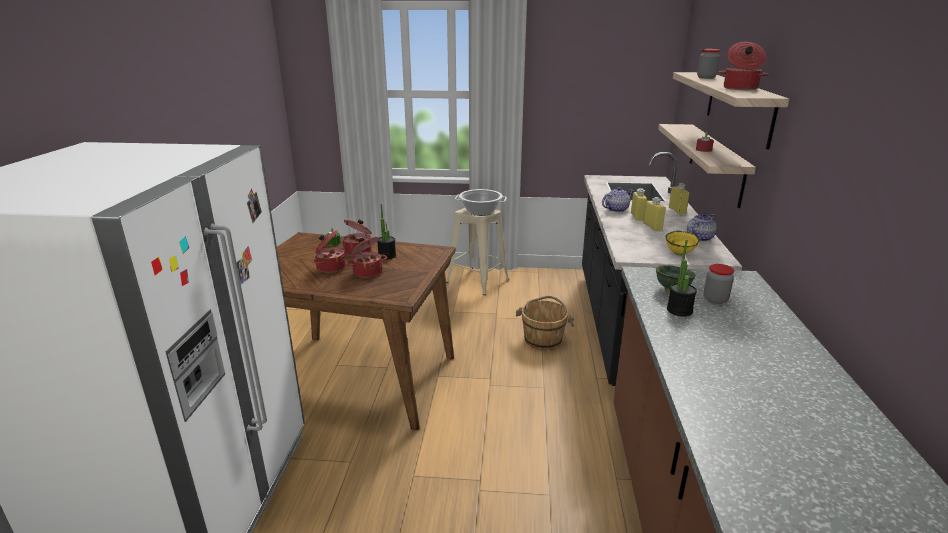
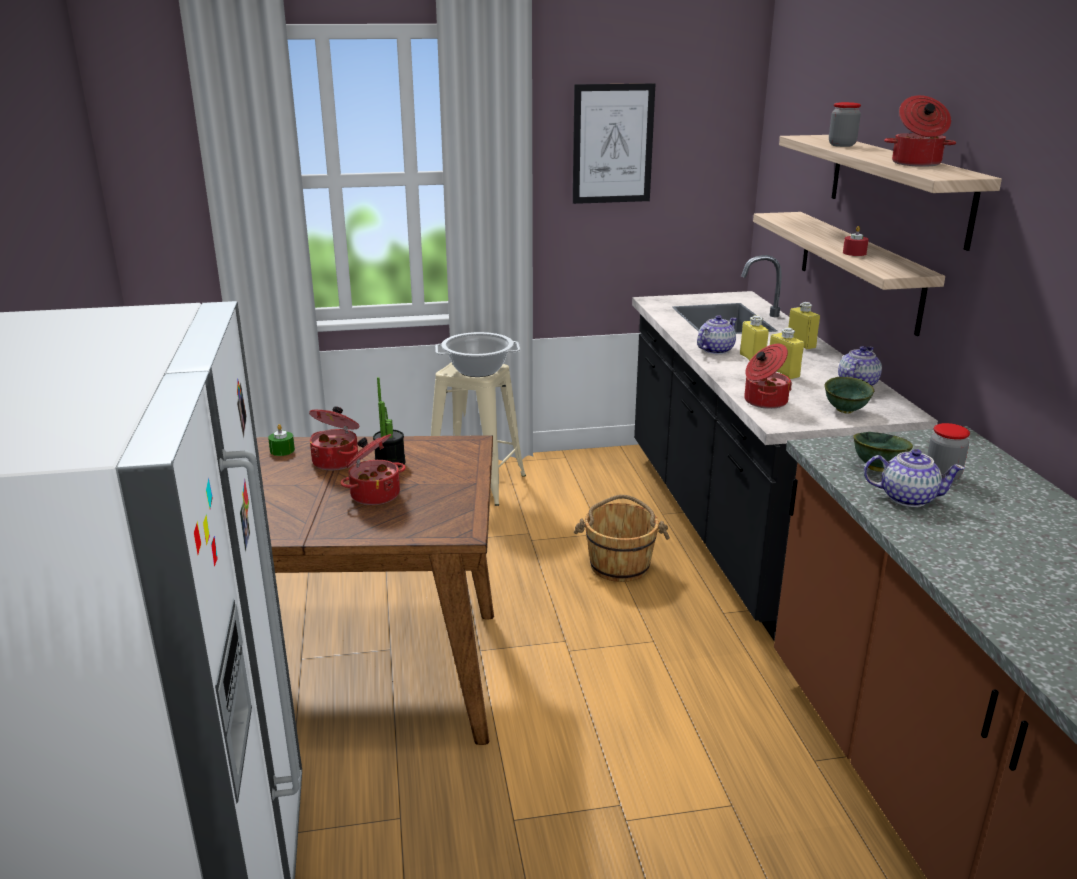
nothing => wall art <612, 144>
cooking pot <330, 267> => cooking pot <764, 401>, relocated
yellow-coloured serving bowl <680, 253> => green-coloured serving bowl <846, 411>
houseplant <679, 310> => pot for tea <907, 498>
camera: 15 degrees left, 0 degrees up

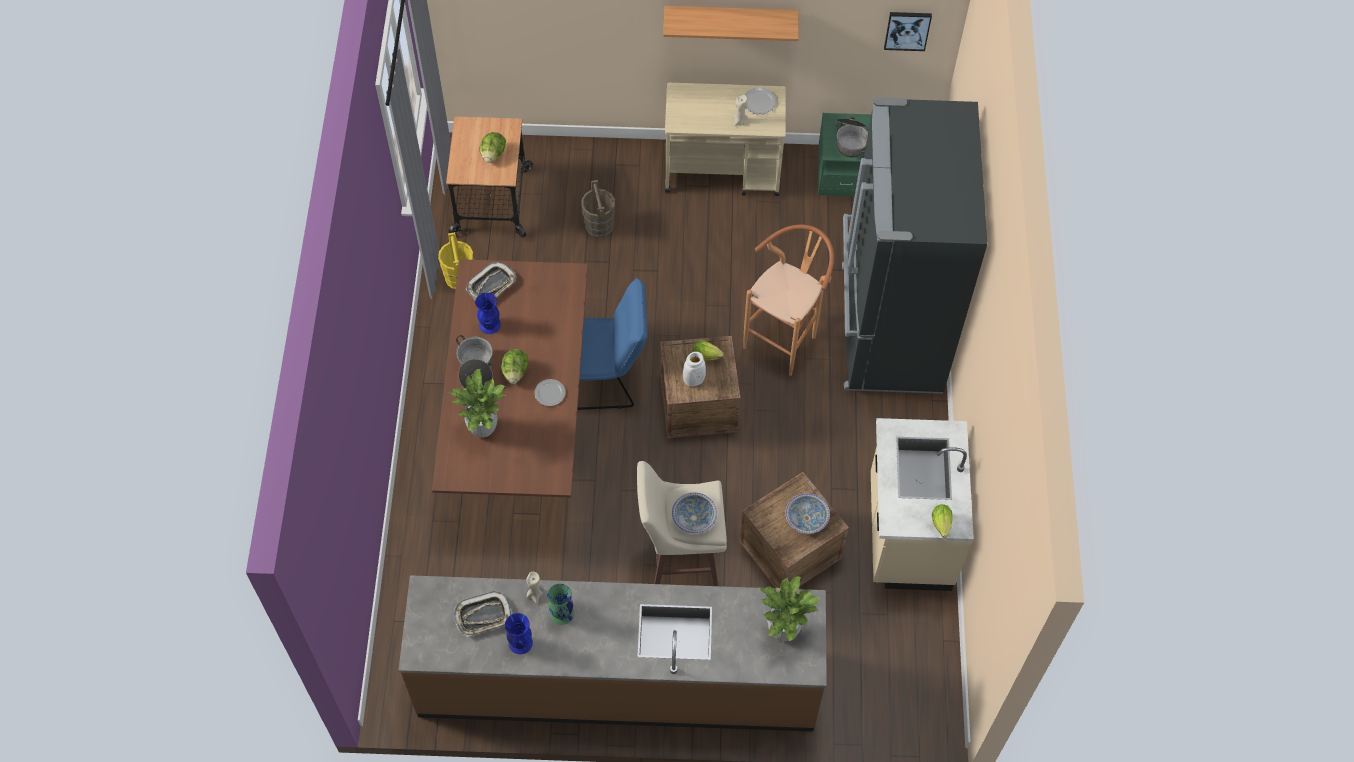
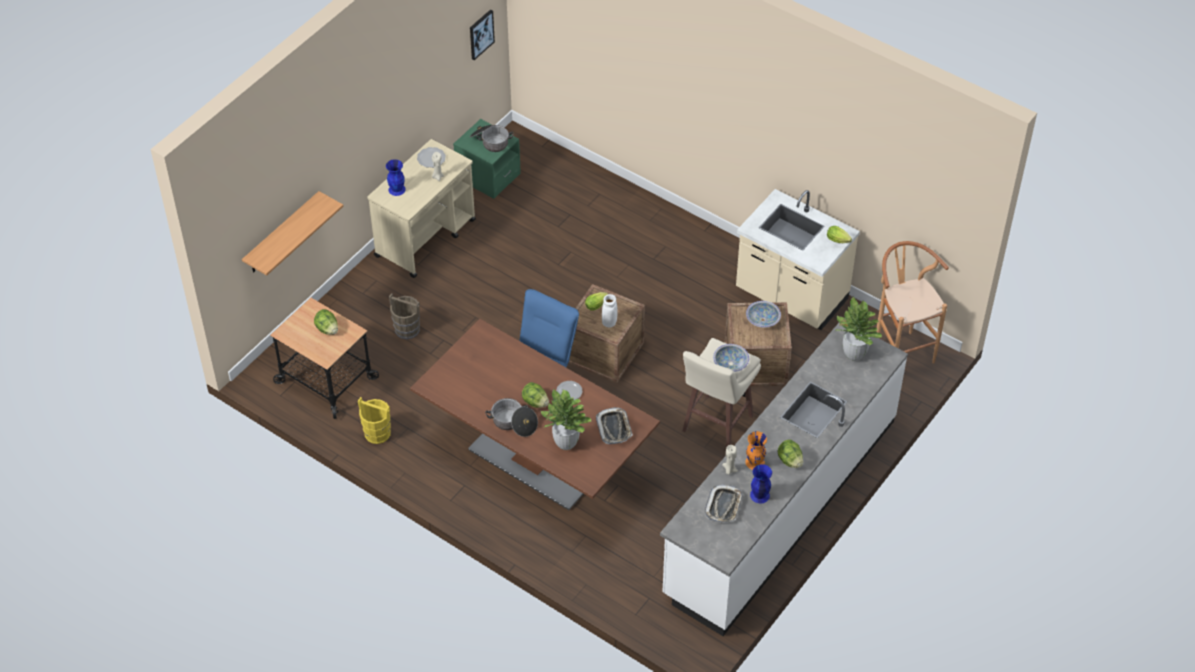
shelf <730, 19> => shelf <282, 234>, relocated
bluish vase <490, 325> => bluish vase <397, 189>, relocated
carrying tray <491, 285> => carrying tray <614, 428>, relocated
brown-coloured kitchen base unit <617, 680> => white-coloured kitchen base unit <780, 506>
green-coloured vase <561, 614> => orange vase <755, 462>
nothing => head of lettuce <790, 461>
brown-coloured stool seat <785, 338> => brown-coloured stool seat <900, 349>, relocated
black-coloured refrigerator <888, 329> => nothing
camera: 55 degrees left, 10 degrees down

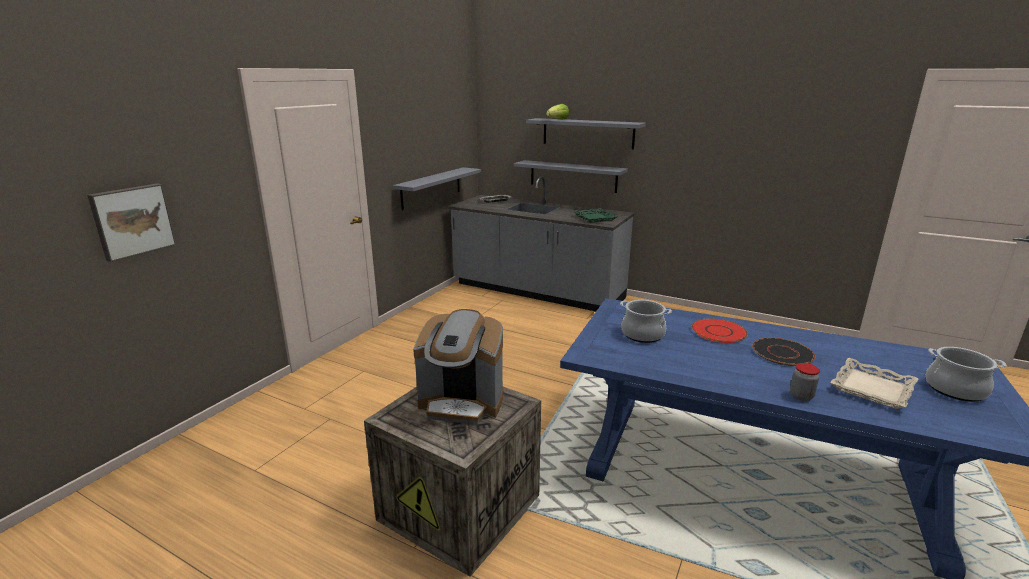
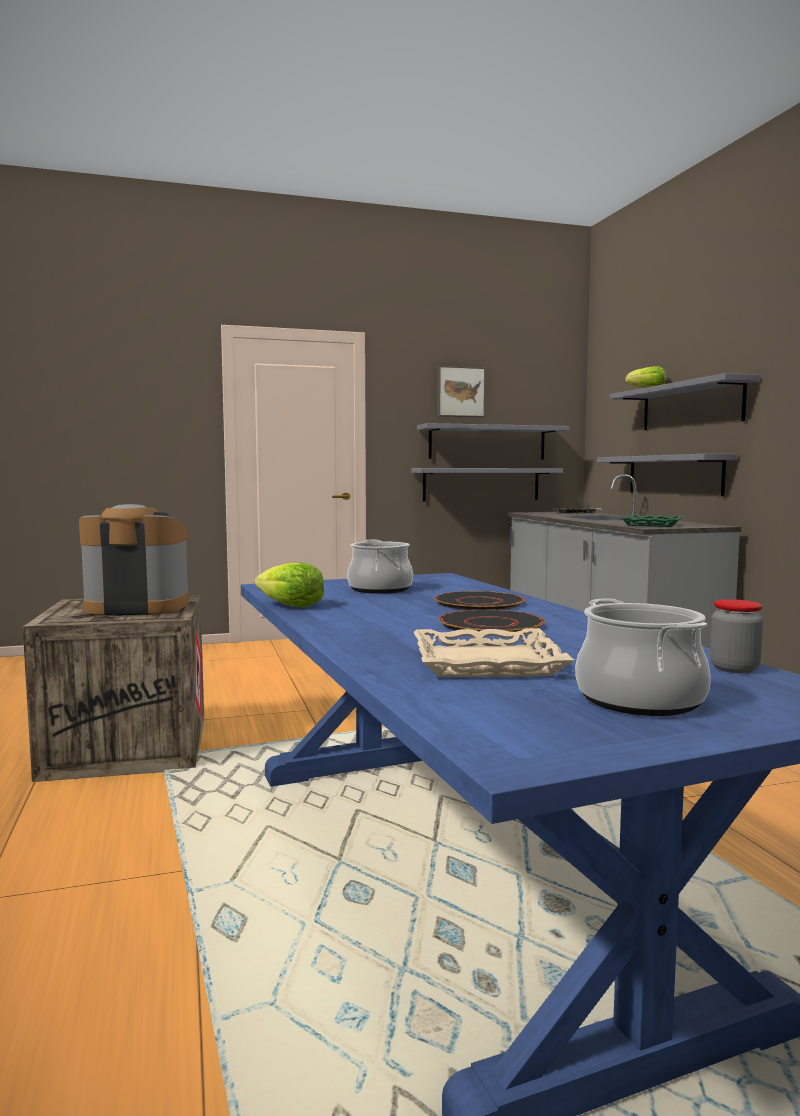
coffee brewer <462, 403> => coffee brewer <137, 607>, 120 degrees clockwise
nothing => head of lettuce <291, 606>
nothing => greyish shelf <487, 442>
red-coloured plate <719, 332> => black-coloured plate <478, 603>
wall art <132, 221> => wall art <460, 392>, relocated
preserve jar <801, 396> => preserve jar <734, 668>, relocated
camera: 45 degrees right, 15 degrees down

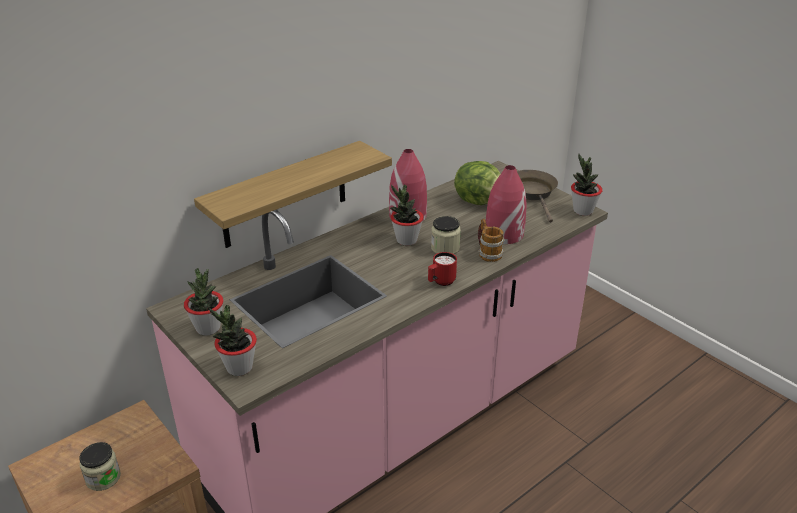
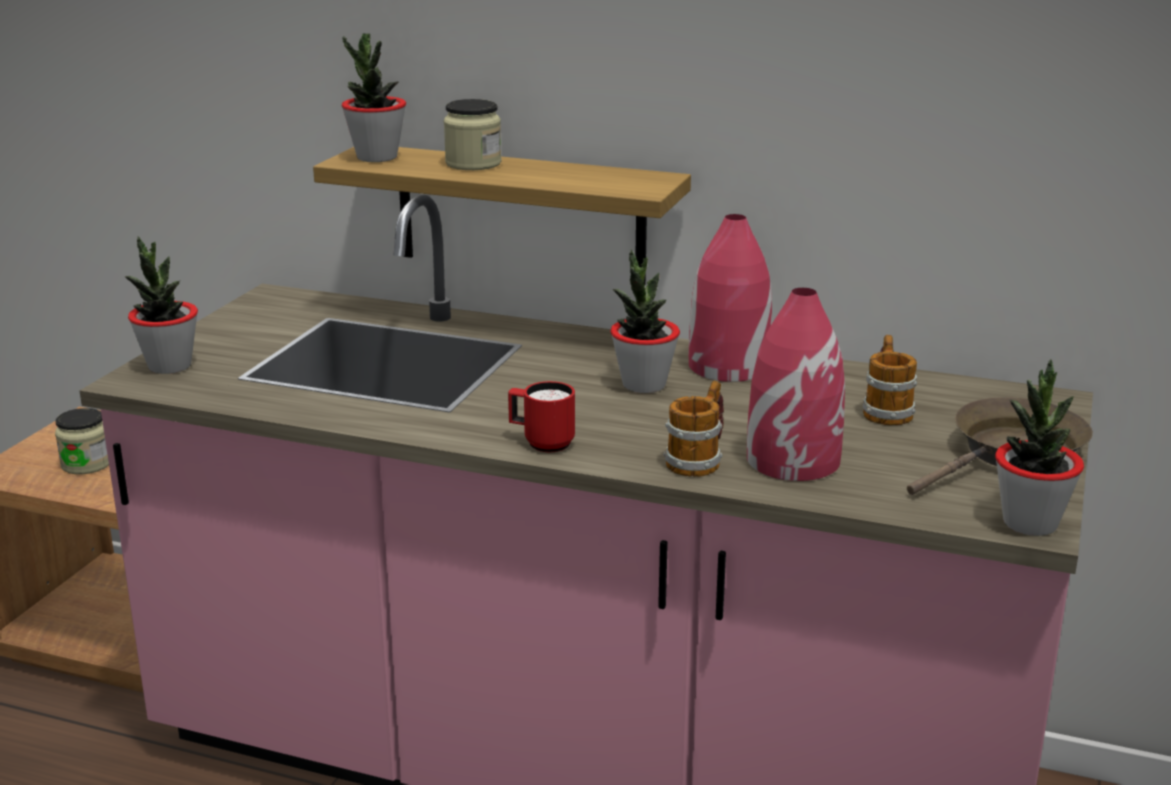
houseplant <208, 328> => houseplant <376, 157>, relocated
preserve jar <445, 248> => preserve jar <473, 163>, relocated
head of lettuce <479, 201> => coffee mug <886, 410>
camera: 60 degrees right, 10 degrees down

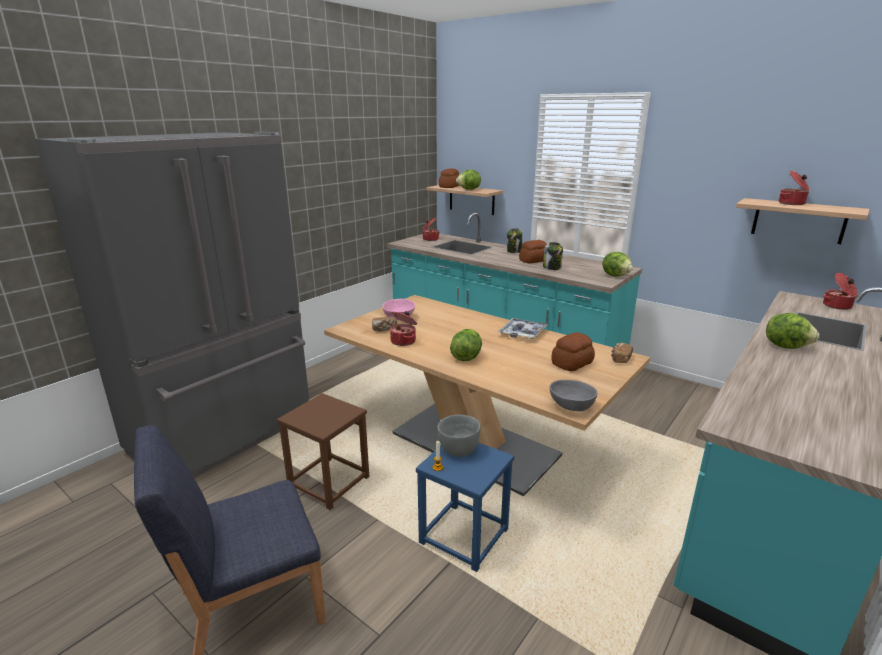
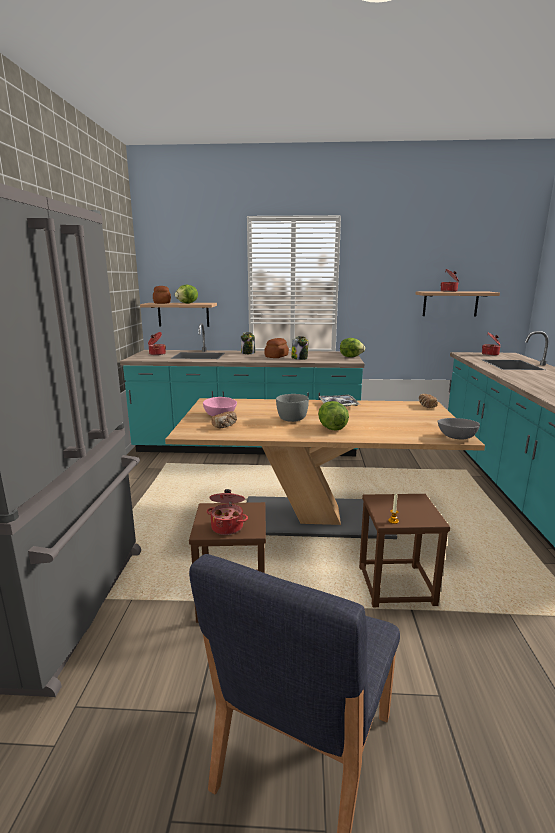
cooking pot <404, 341> => cooking pot <227, 527>, relocated
greyish serving bowl <458, 450> => greyish serving bowl <291, 419>, relocated
bluish stool seat <463, 537> => brown-coloured stool seat <396, 586>
baked bread <573, 363> => nothing
head of lettuce <786, 346> => nothing
camera: 35 degrees left, 5 degrees down

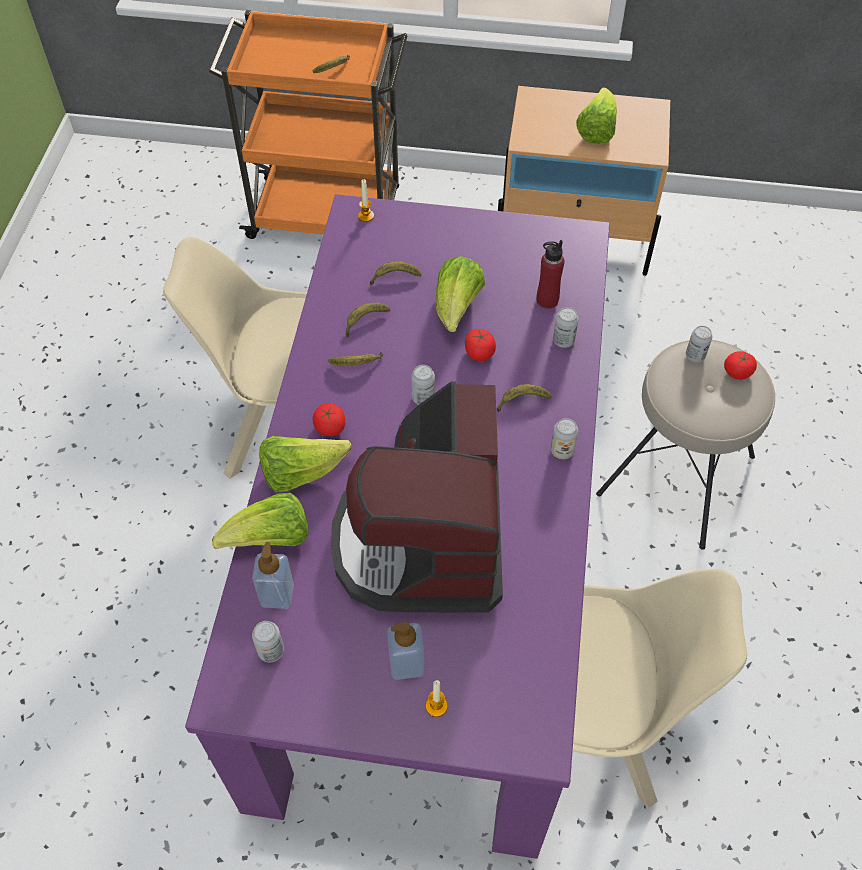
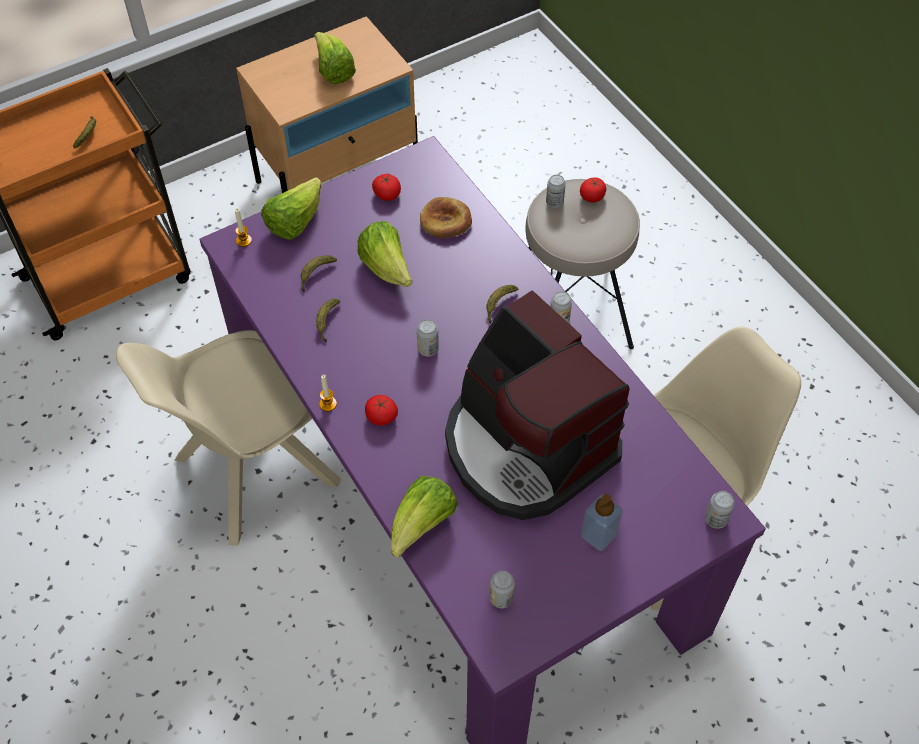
head of lettuce <301, 473> => head of lettuce <295, 222>, relocated
wax light <436, 706> => wax light <328, 404>, relocated
tomato <479, 352> => tomato <387, 194>, relocated
red-coloured bottle <547, 300> => baked bread <445, 221>
sealed can <563, 340> => sealed can <715, 519>, relocated
soap dispenser <277, 594> => nothing
banana <357, 364> => nothing
camera: 40 degrees left, 0 degrees up

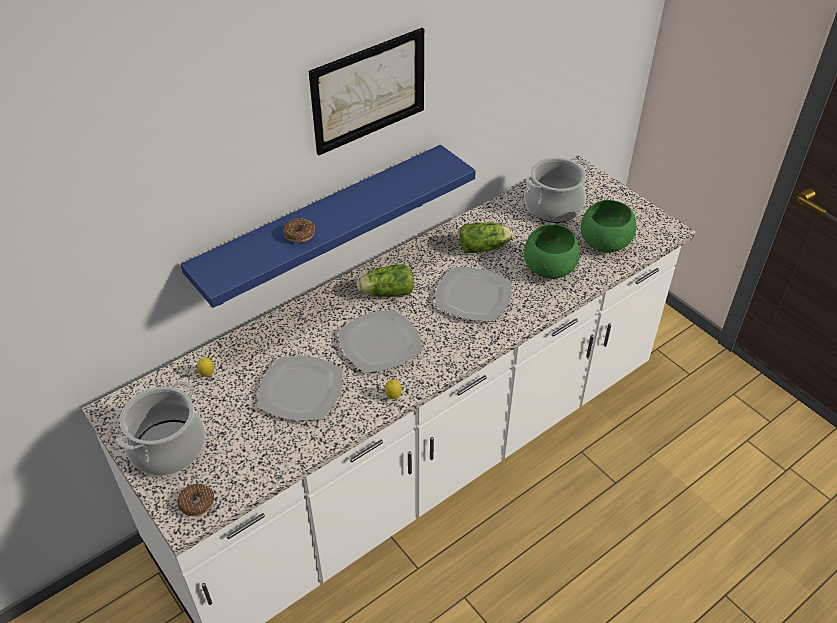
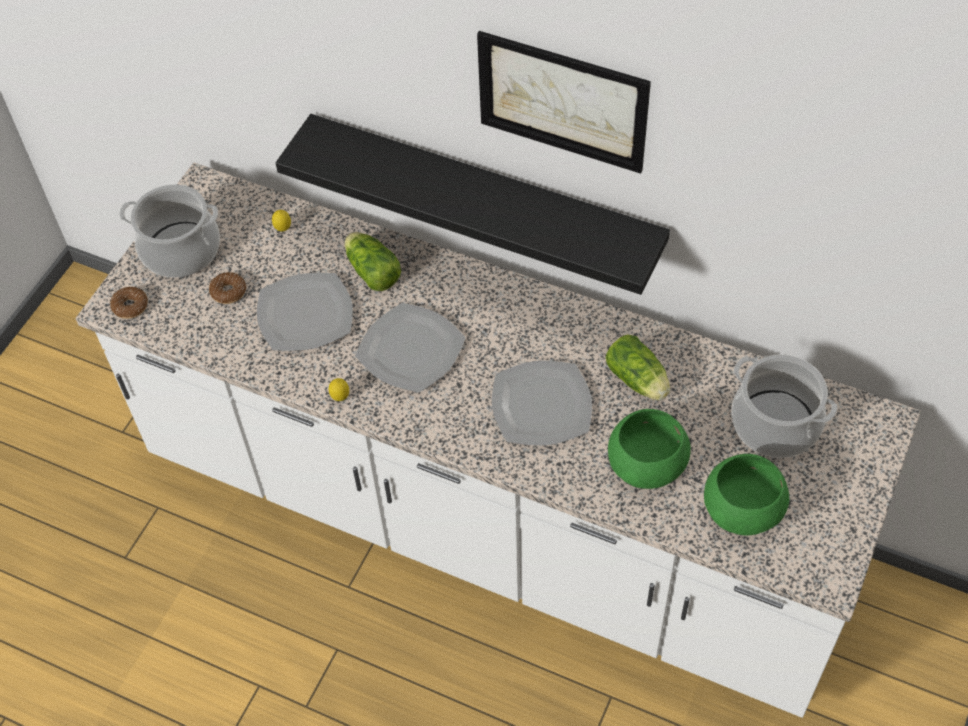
doughnut <299, 234> => doughnut <228, 292>, relocated
bluish shelf <322, 226> => black-coloured shelf <485, 198>
head of lettuce <385, 293> => head of lettuce <371, 270>, relocated
camera: 65 degrees right, 10 degrees up

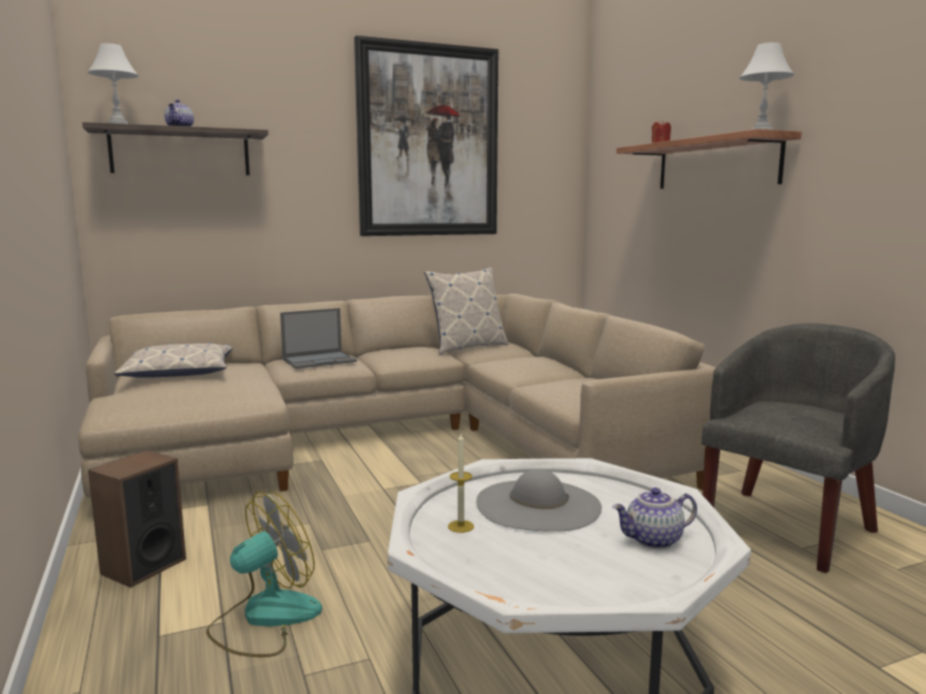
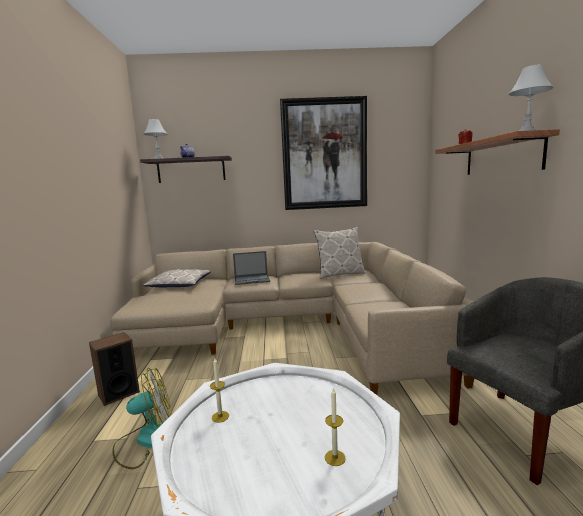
pot for tea <653, 541> => wax light <335, 458>
greyish hat <538, 505> => nothing
camera: 20 degrees right, 0 degrees up

